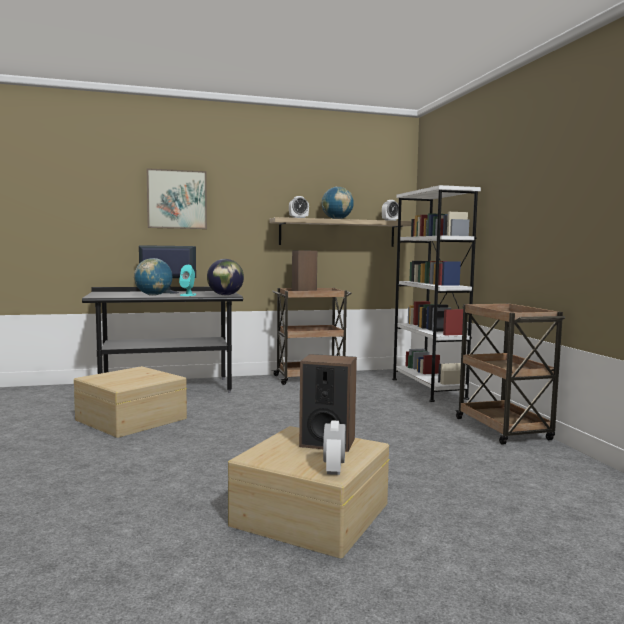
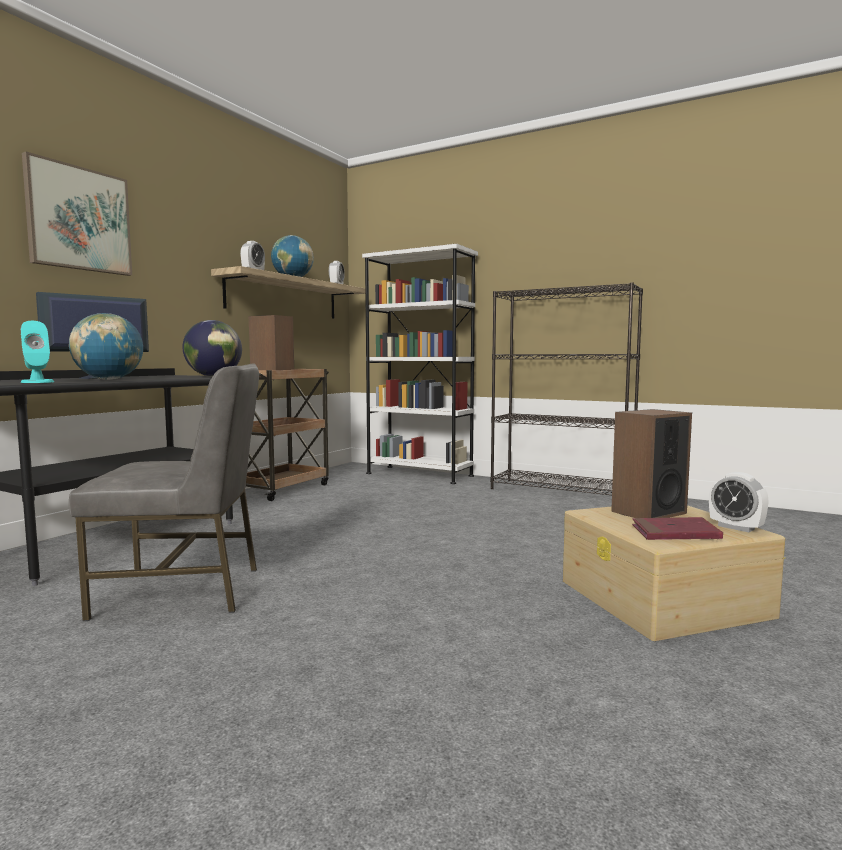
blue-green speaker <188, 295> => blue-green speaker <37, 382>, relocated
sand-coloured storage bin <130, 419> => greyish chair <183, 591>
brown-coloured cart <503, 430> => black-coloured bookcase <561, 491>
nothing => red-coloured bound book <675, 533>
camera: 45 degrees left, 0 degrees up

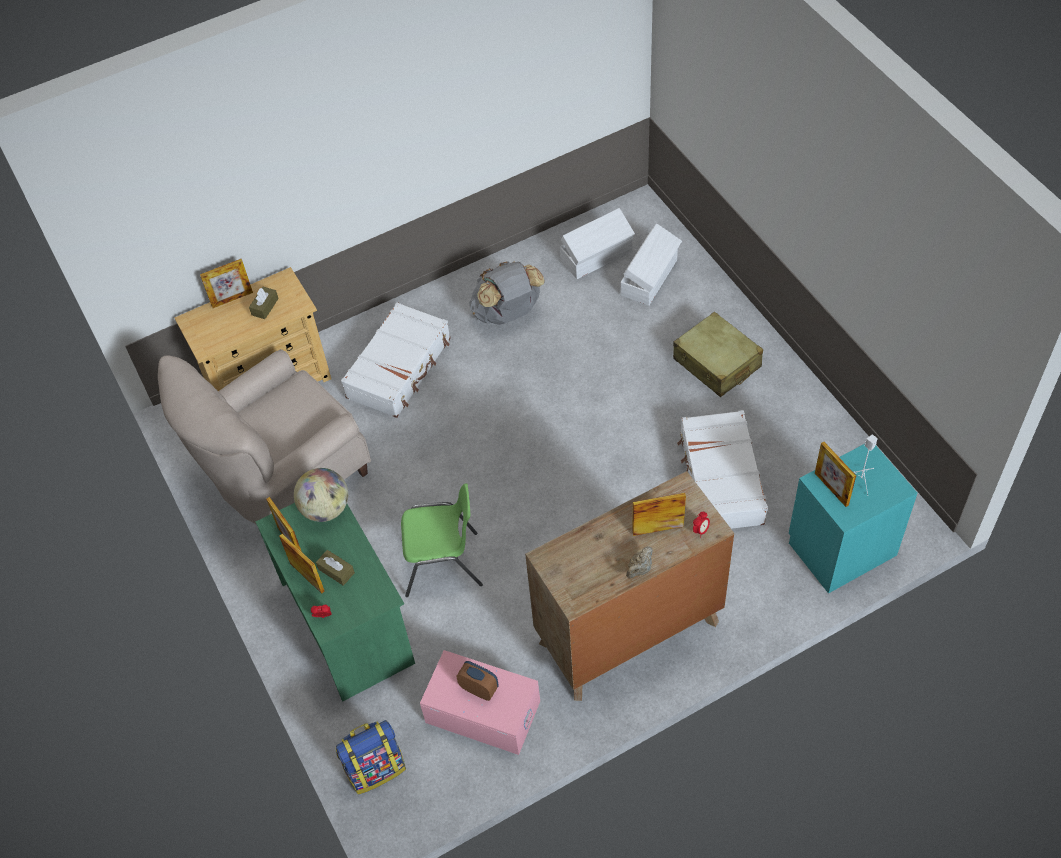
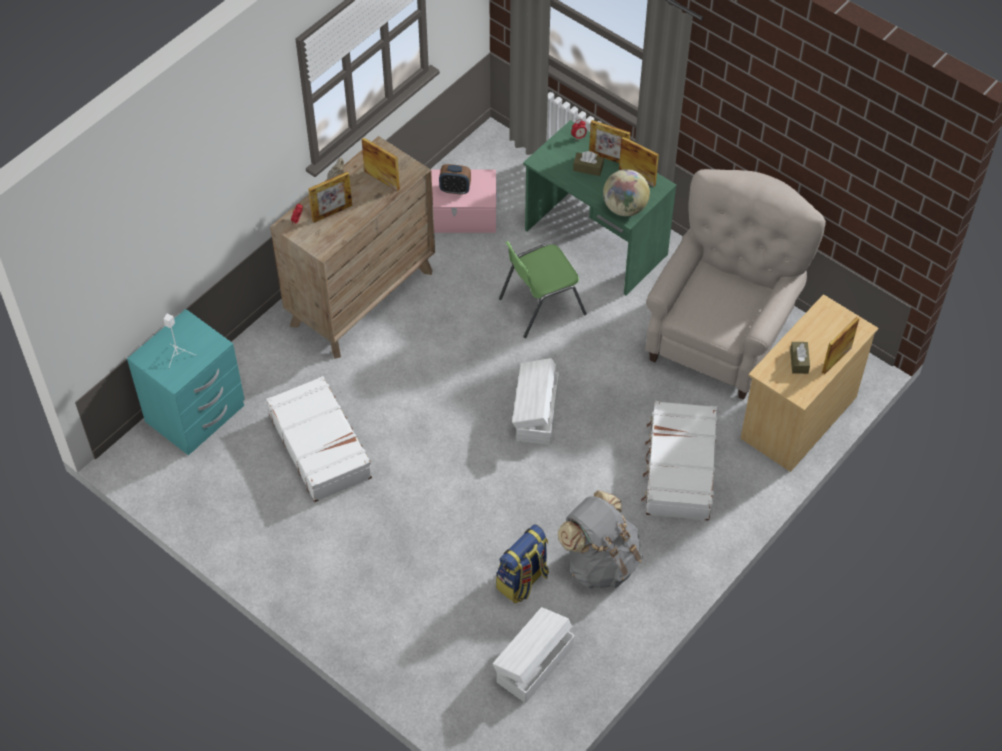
picture frame <831, 489> => picture frame <382, 180>, relocated
knapsack <376, 768> => knapsack <522, 581>, relocated
white-coloured storage bin <650, 277> => white-coloured storage bin <536, 413>, relocated
sand-coloured travel case <717, 363> => nothing
camera: 155 degrees right, 0 degrees up

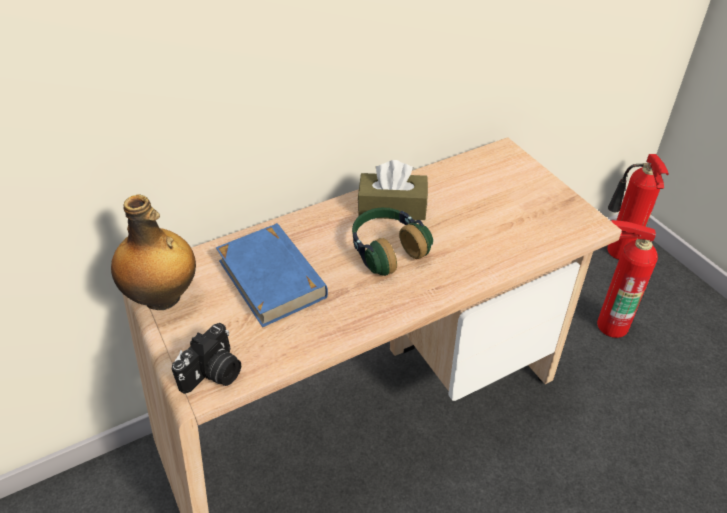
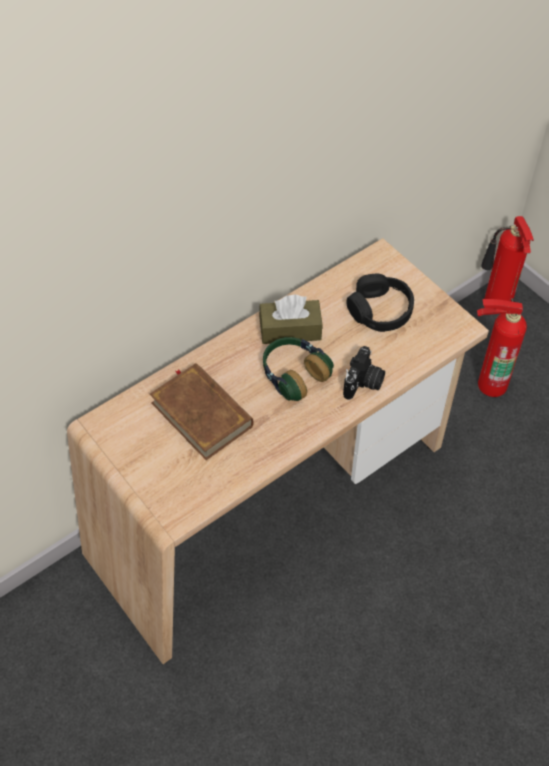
bluish bound book <272, 278> => brown-coloured bound book <202, 414>
still camera <214, 374> => still camera <363, 383>, relocated
nothing => black-coloured headset <380, 310>
bottle <164, 297> => nothing
camera: 10 degrees left, 10 degrees up

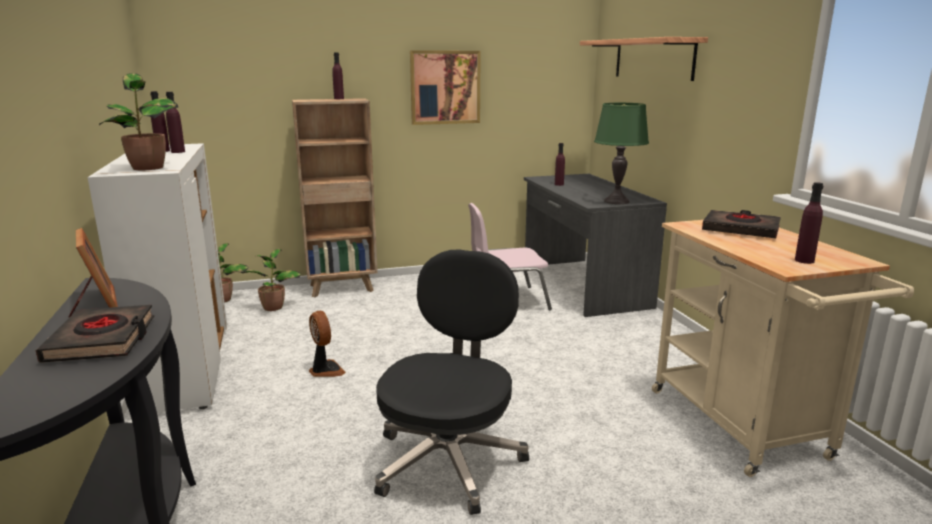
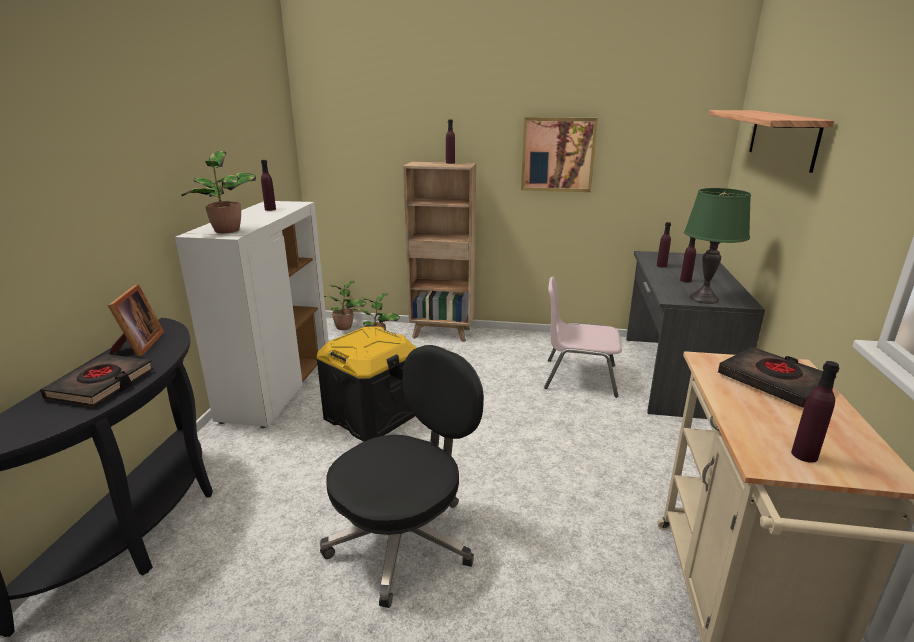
fan <325, 370> => black-coloured storage bin <371, 415>
purple-coloured bottle <178, 152> => purple-coloured bottle <685, 280>, relocated
camera: 25 degrees right, 5 degrees up

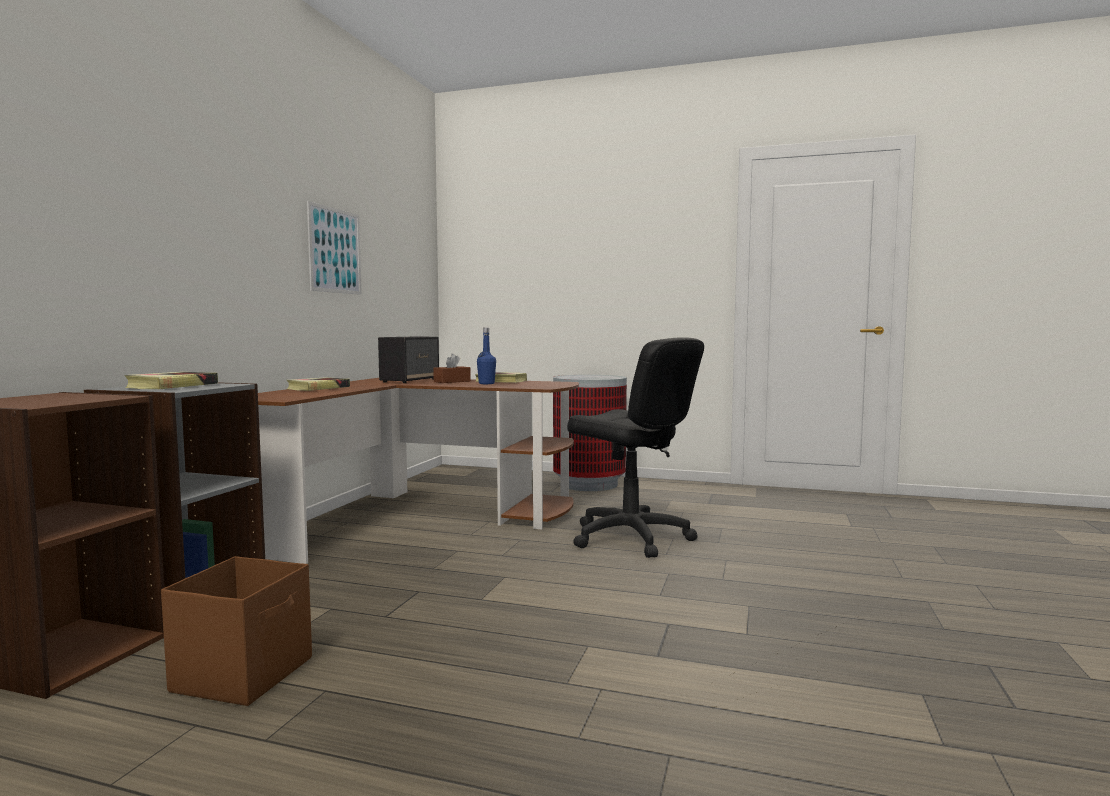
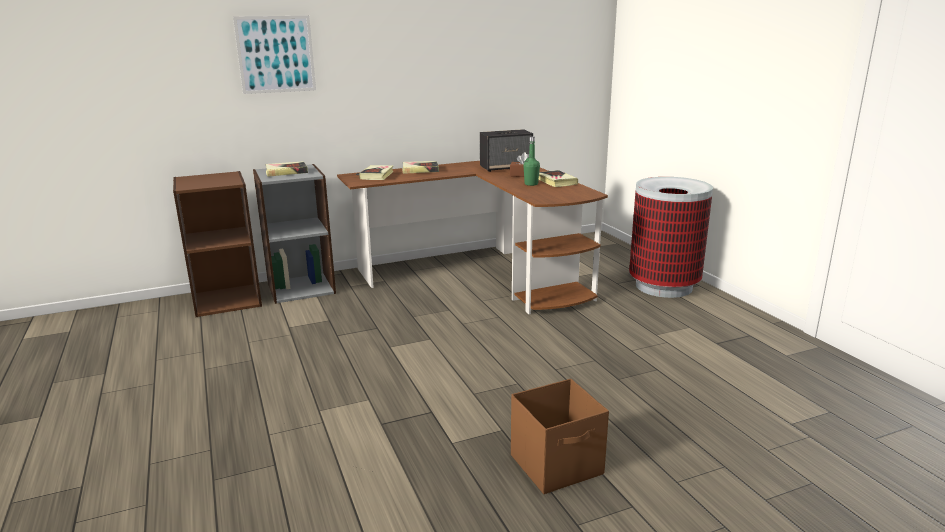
wall art <335, 250> => wall art <276, 54>, relocated
nothing => bound book <377, 175>
brown-coloured storage bin <245, 674> => brown-coloured storage bin <557, 465>, relocated
bluish bottle <486, 383> => green-coloured bottle <531, 184>
black-coloured computer chair <630, 538> => nothing
camera: 50 degrees right, 15 degrees up

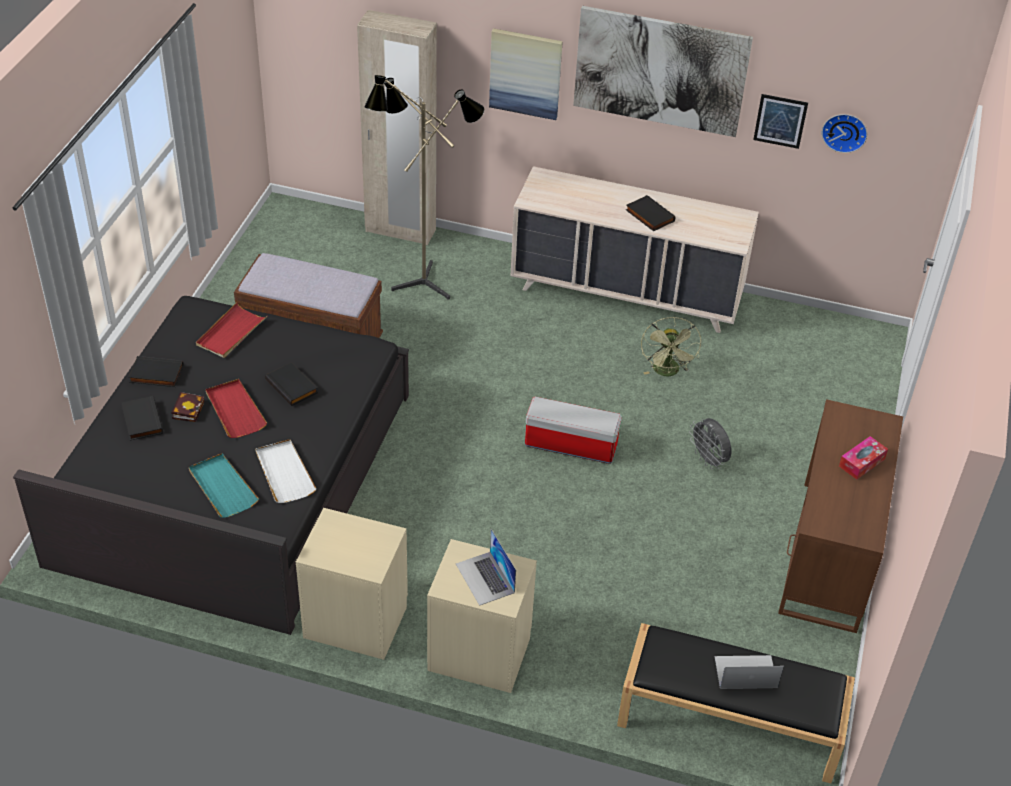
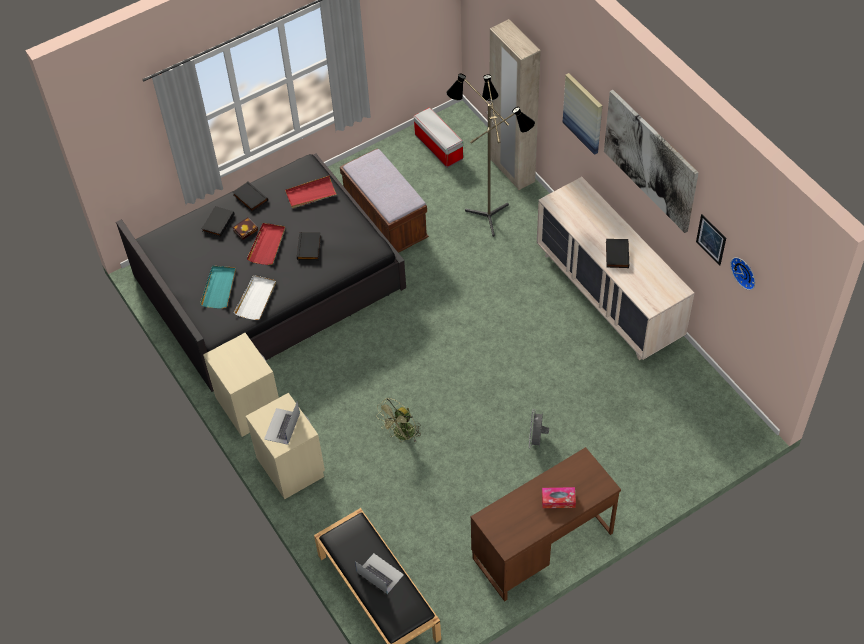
green-coloured fan <667, 372> => green-coloured fan <401, 435>, relocated
storage bin <570, 445> => storage bin <438, 147>, relocated
camera: 45 degrees right, 10 degrees up

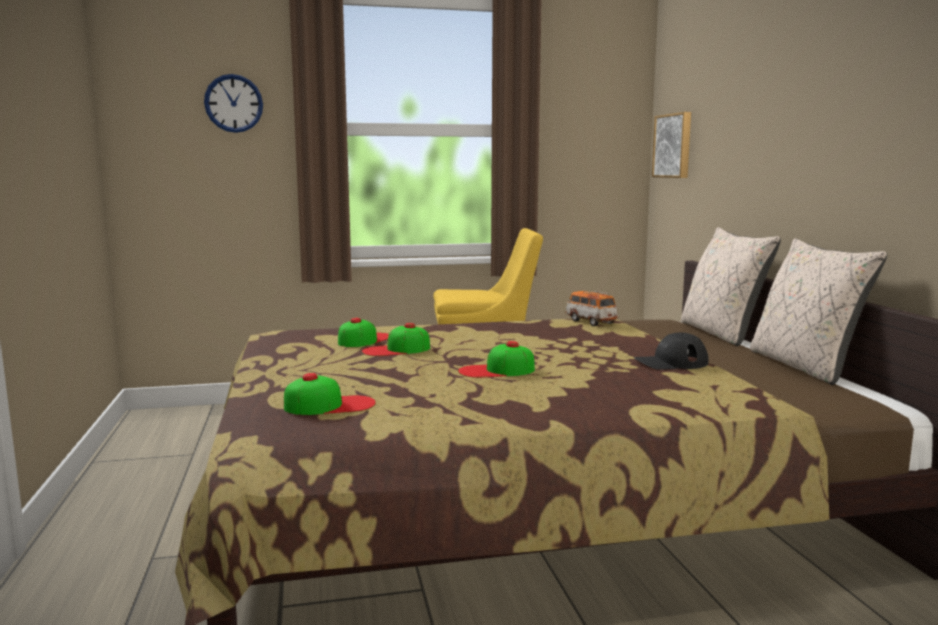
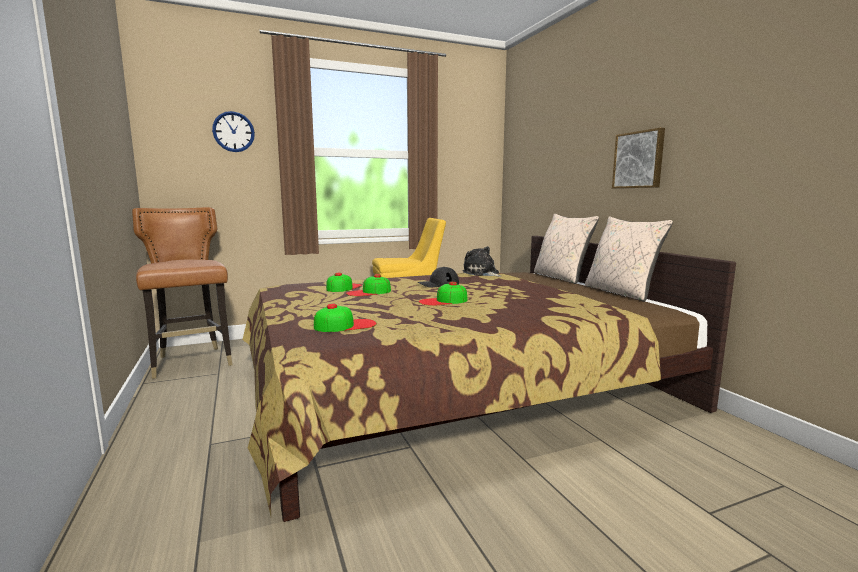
nothing => brown-coloured chair <192, 362>
black-coloured peaked cap <671, 363> => black-coloured peaked cap <438, 284>, relocated
miniature car <590, 322> => soft toy <482, 273>
wall art <674, 146> => wall art <639, 160>, relocated
camera: 10 degrees left, 0 degrees up

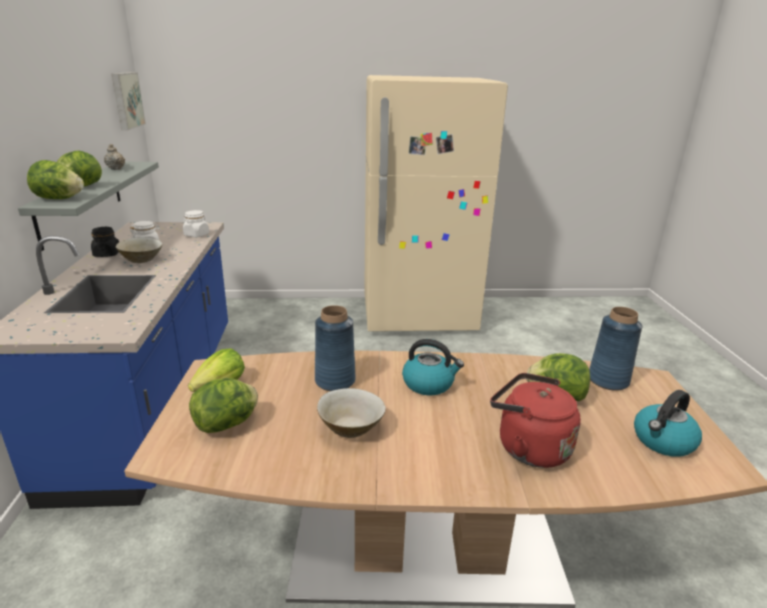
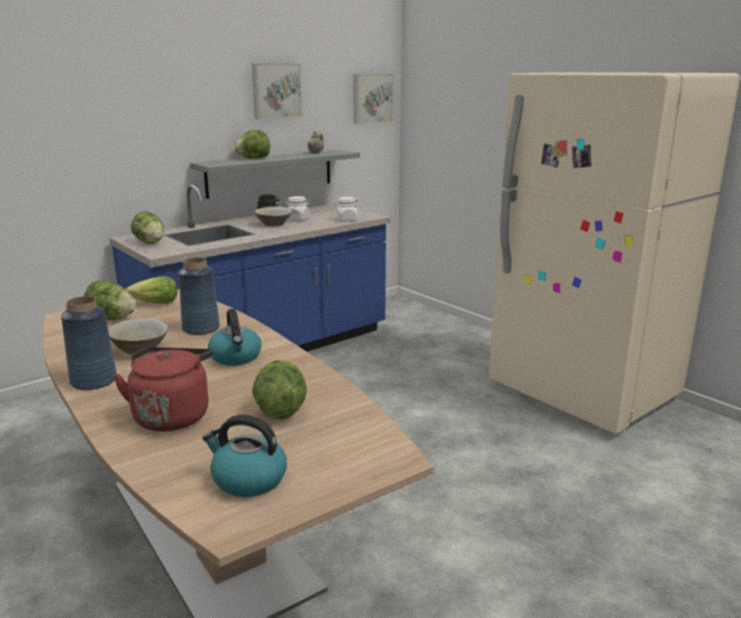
bluish vase <608, 380> => bluish vase <93, 381>, relocated
head of lettuce <58, 199> => head of lettuce <150, 243>, relocated
nothing => wall art <275, 91>
camera: 55 degrees right, 5 degrees down

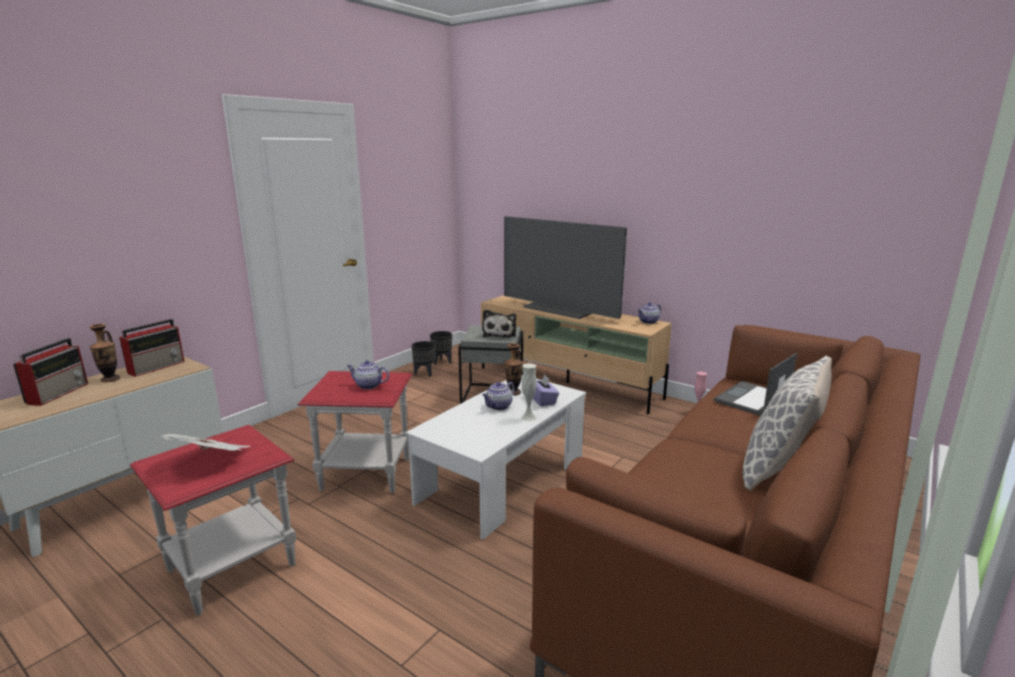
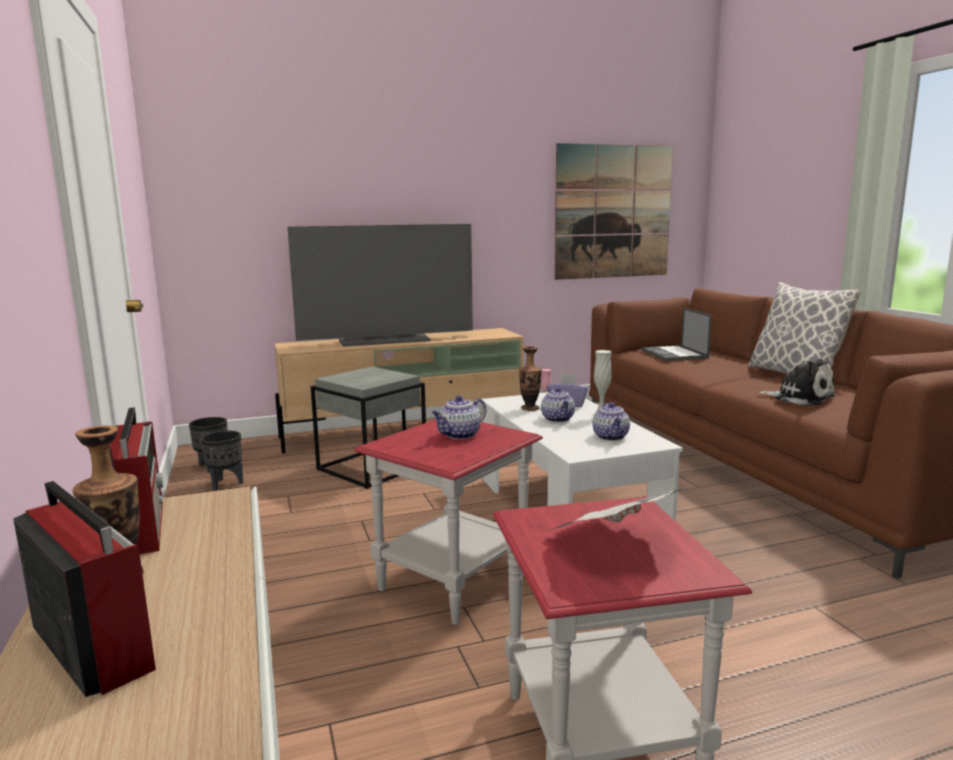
nothing => wall art <613, 212>
pot for tea <648, 322> => pot for tea <611, 437>, relocated
soft toy <500, 334> => soft toy <800, 398>, relocated
camera: 55 degrees left, 5 degrees down

